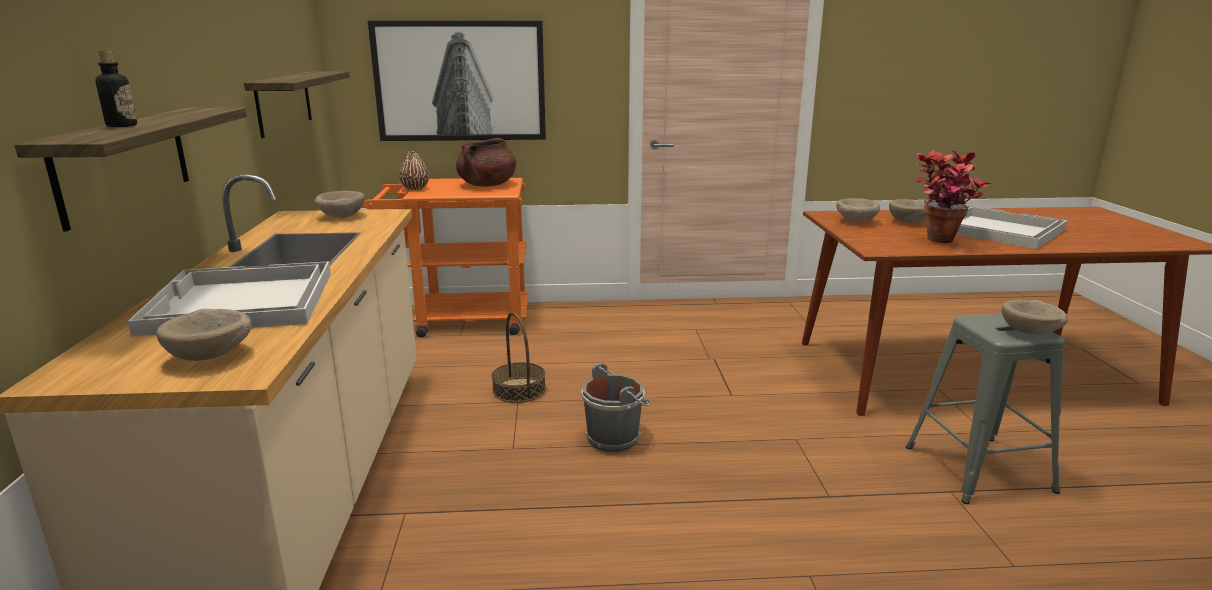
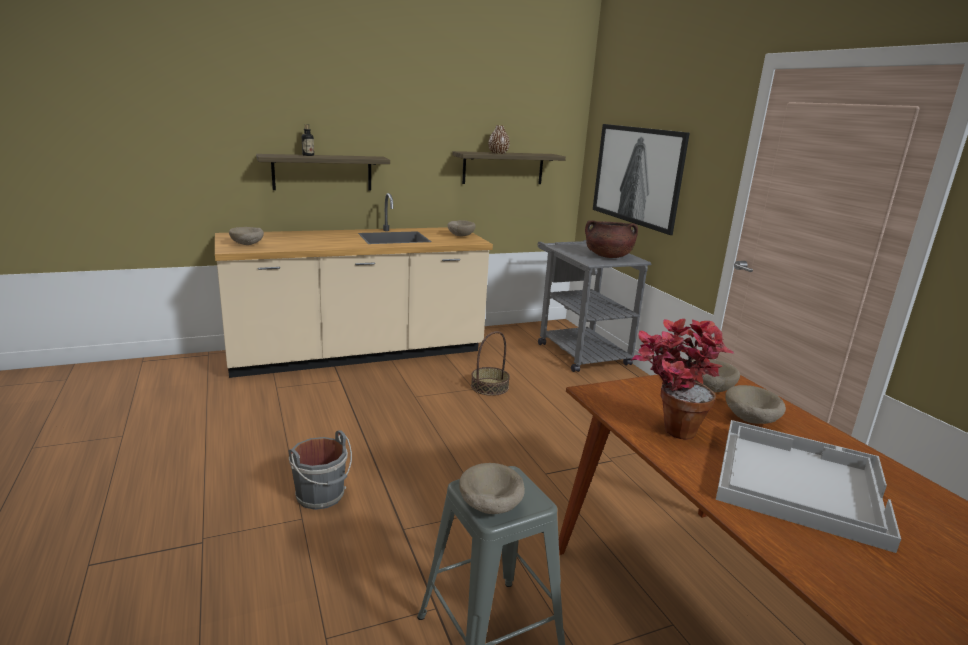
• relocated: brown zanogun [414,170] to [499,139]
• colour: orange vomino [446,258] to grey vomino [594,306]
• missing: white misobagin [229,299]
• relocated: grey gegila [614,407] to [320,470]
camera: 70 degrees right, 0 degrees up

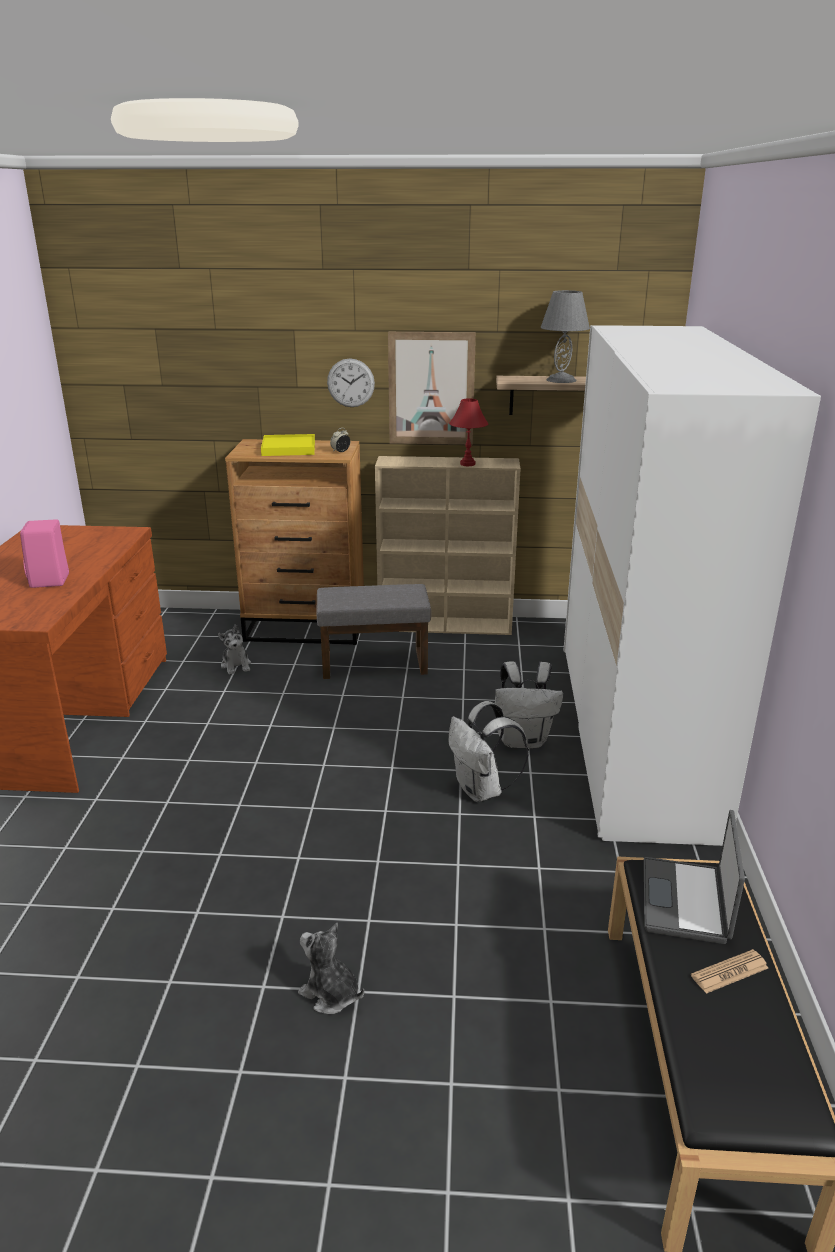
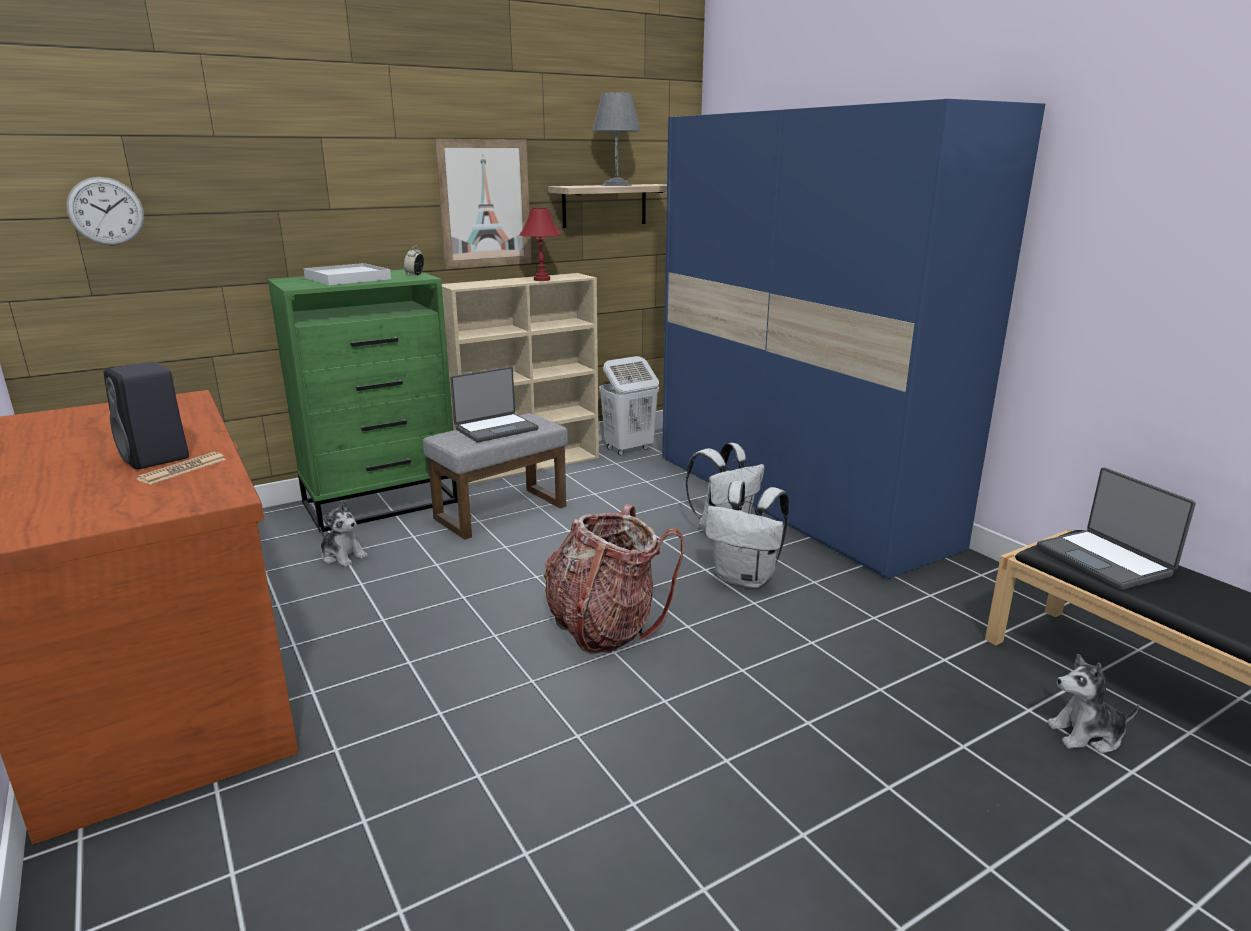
• colour: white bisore [692,585] to blue bisore [853,339]
• relocated: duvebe [351,383] to [105,211]
• colour: yellow misobagin [288,445] to white misobagin [347,274]
• colour: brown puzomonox [294,542] to green puzomonox [362,400]
• colour: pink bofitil [44,553] to black bofitil [146,416]
• relocated: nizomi [331,968] to [1093,703]
• relocated: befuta [729,971] to [181,468]
• appeared: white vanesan [629,405]
• appeared: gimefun [494,404]
• appeared: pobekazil [614,579]
camera: 35 degrees left, 5 degrees down

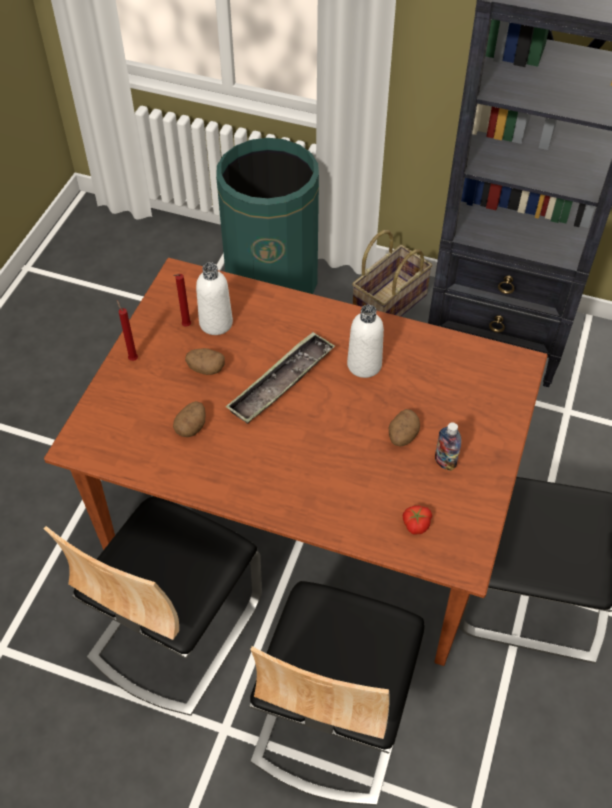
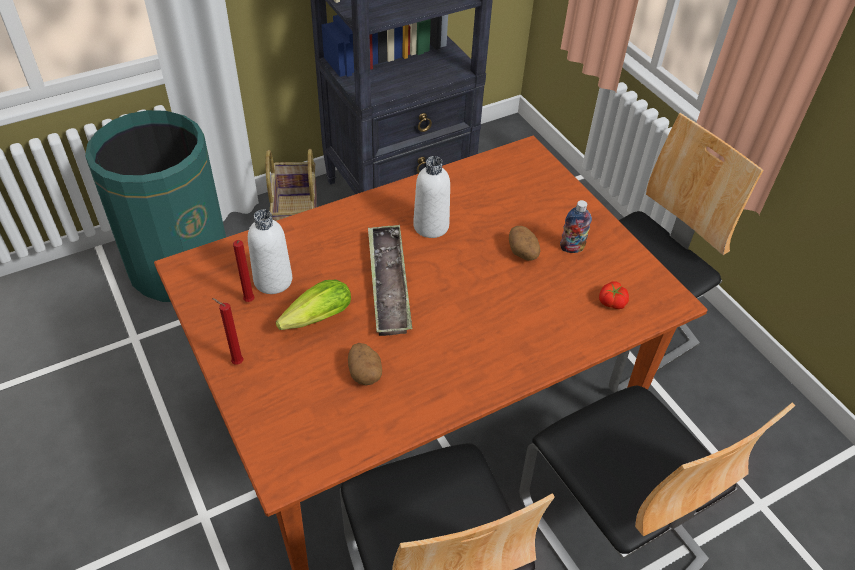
• exchanged: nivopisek [205,361] to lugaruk [313,305]
camera: 50 degrees left, 5 degrees down

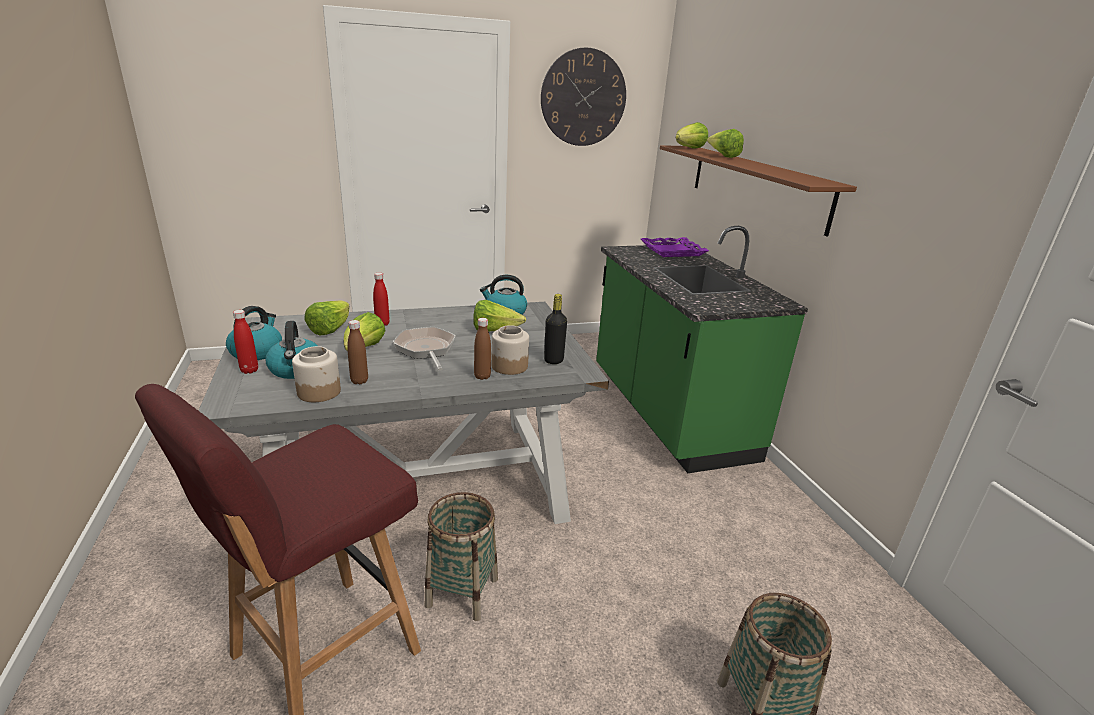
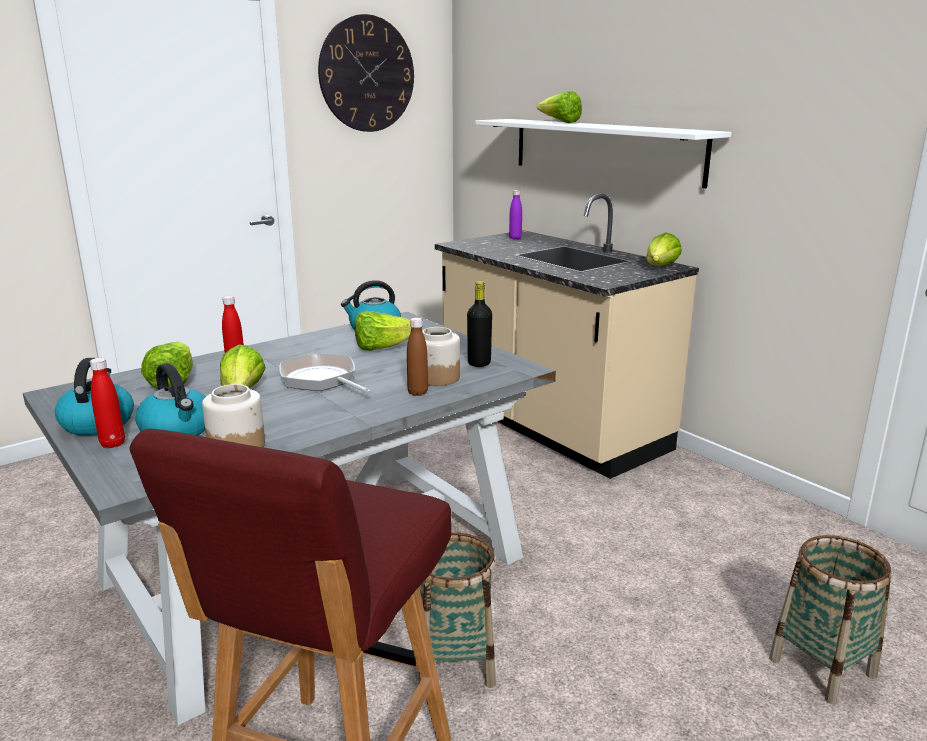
• relocated: lugaruk [692,135] to [664,249]
• colour: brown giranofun [758,191] to white giranofun [603,153]
• colour: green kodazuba [702,349] to beige kodazuba [567,336]
• exchanged: purple misobagin [675,247] to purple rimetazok [515,214]
• missing: brown rimetazok [357,352]
camera: 20 degrees left, 5 degrees down

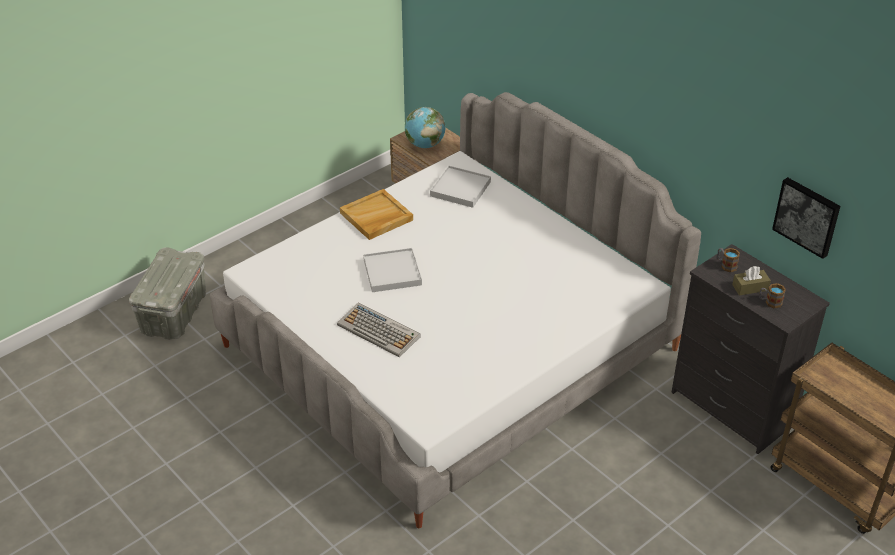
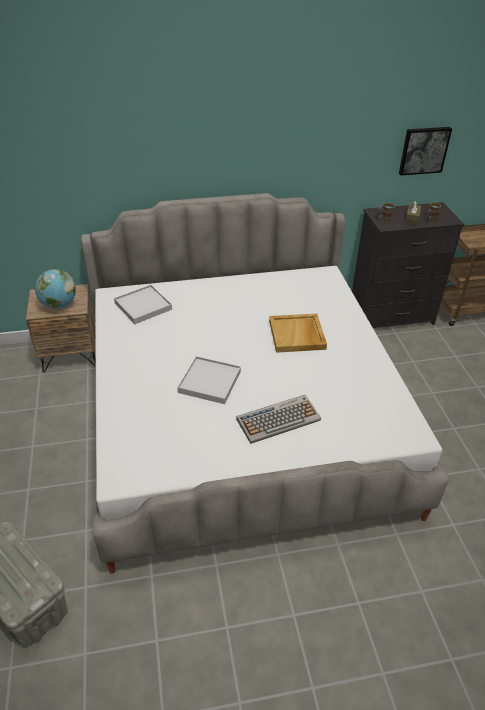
• relocated: beige misobagin [376,214] to [298,333]
camera: 60 degrees left, 0 degrees up

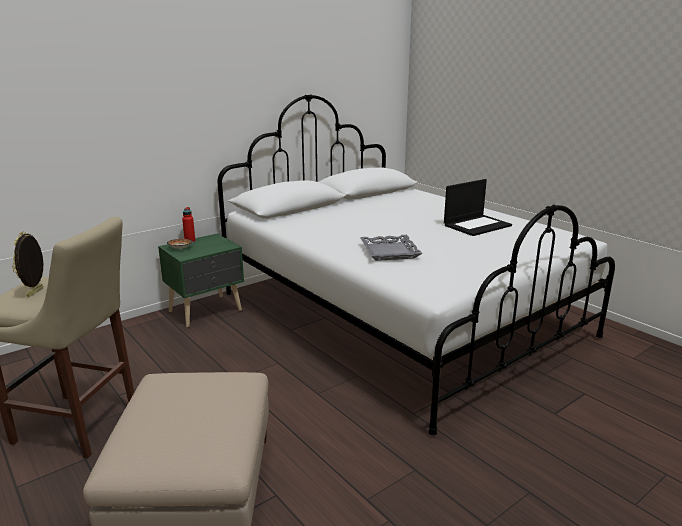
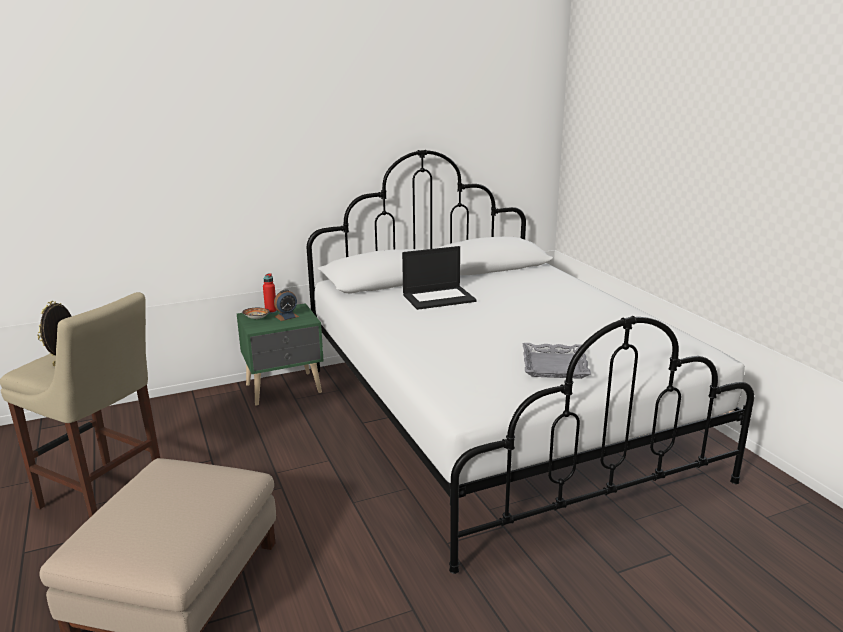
• relocated: gimefun [478,207] to [439,278]
• relocated: grey misobagin [391,248] to [557,361]
• appeared: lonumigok [286,305]
camera: 15 degrees right, 0 degrees up

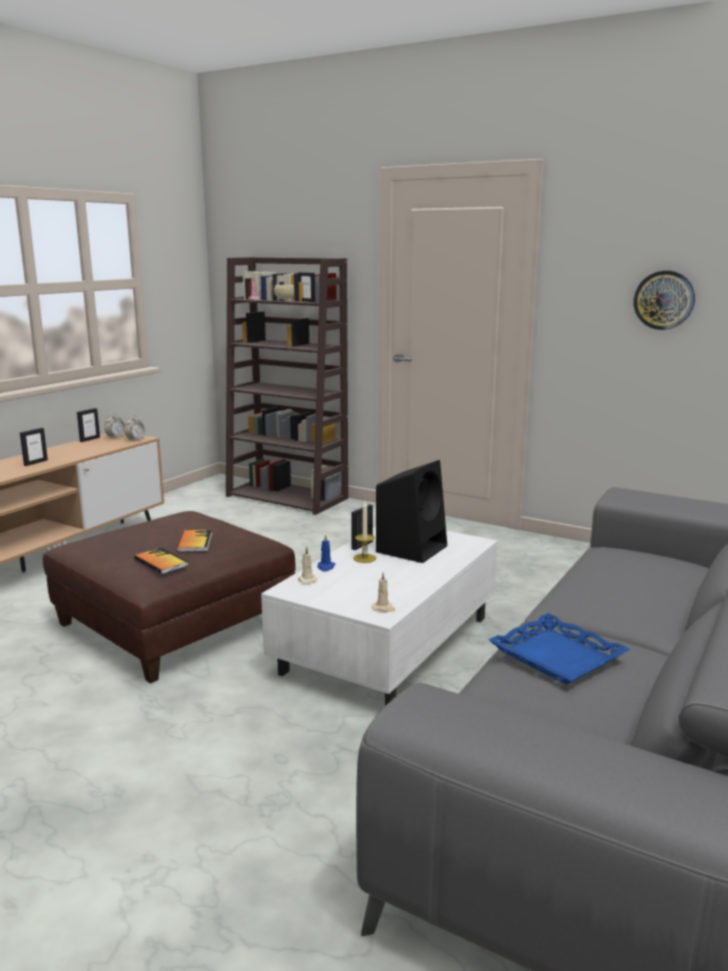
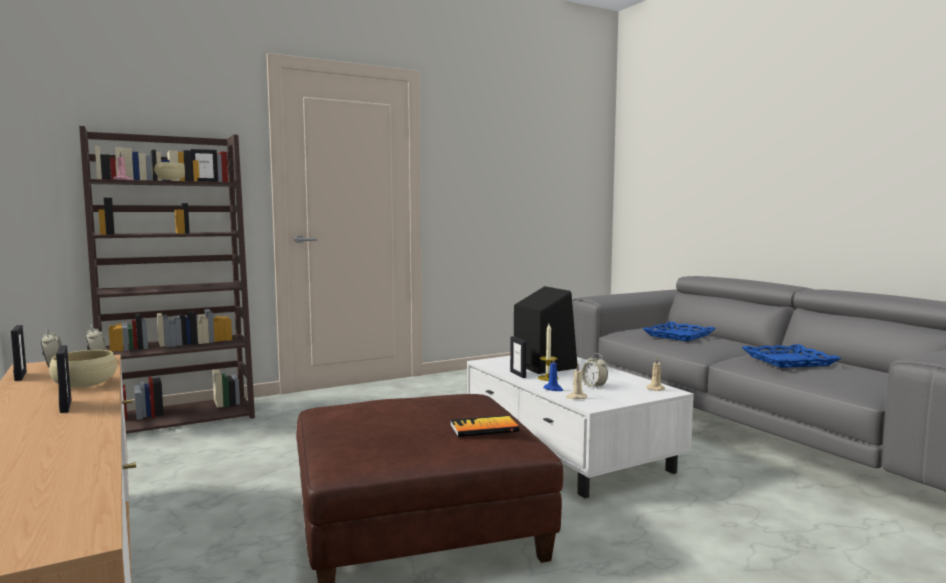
• missing: duvebe [664,300]
• missing: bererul [194,541]
• appeared: blue misobagin [679,331]
• appeared: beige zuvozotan [83,369]
• appeared: lonumigok [594,370]
camera: 60 degrees left, 10 degrees down

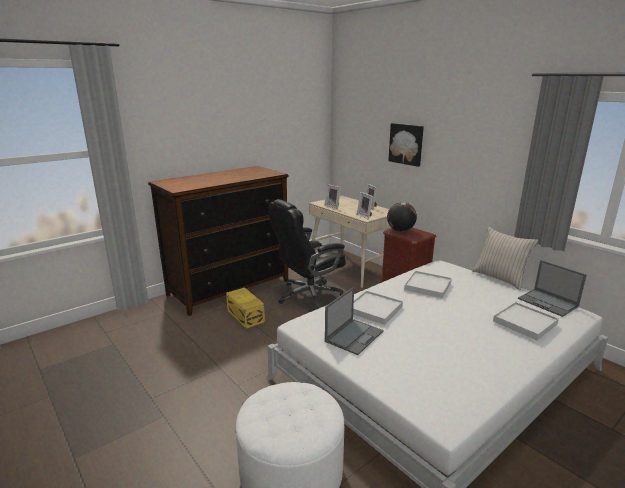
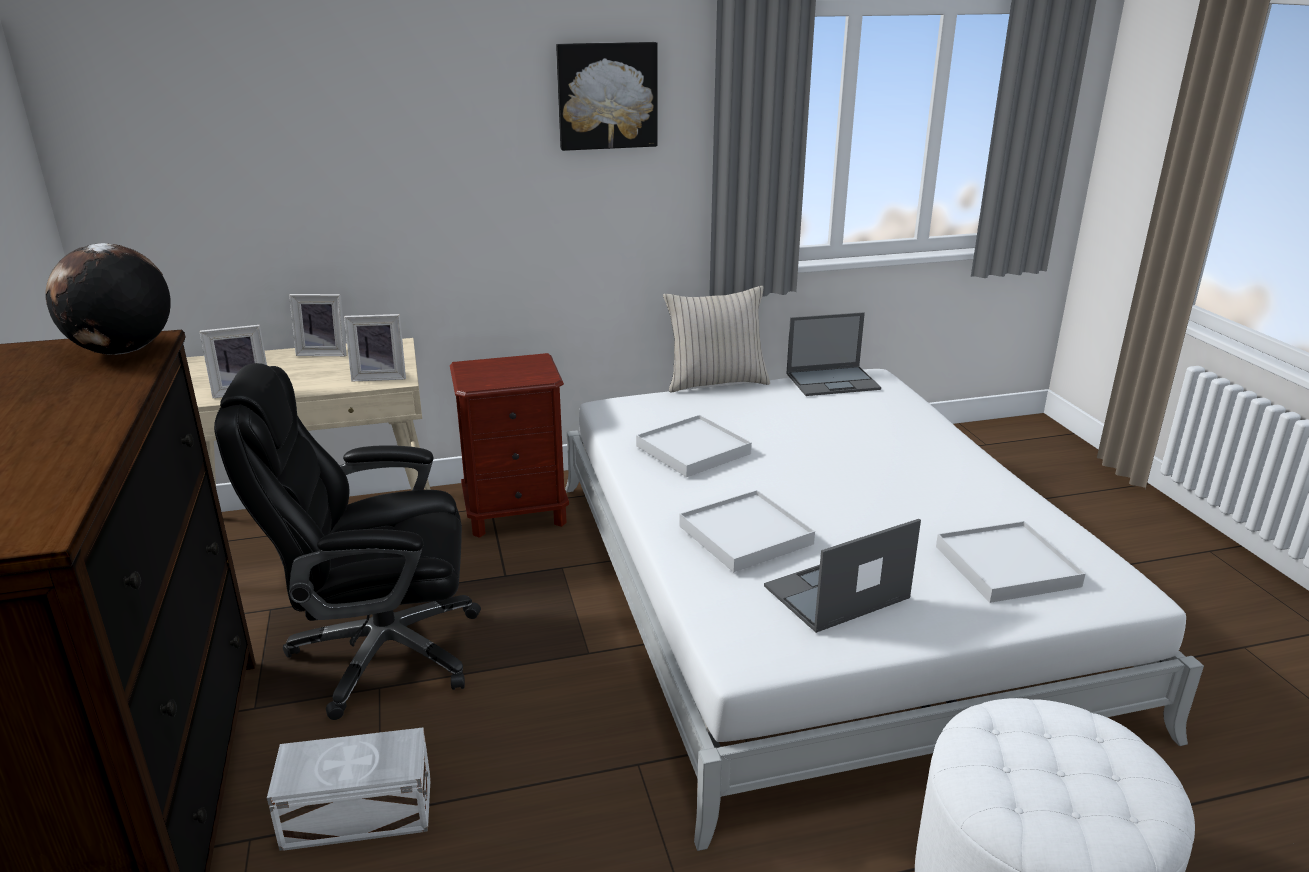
• relocated: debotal [406,145] to [607,96]
• spun: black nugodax [307,255] = [347,541] 90 degrees clockwise
• relocated: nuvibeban [402,217] to [108,299]
• spun: gimefun [354,321] = [842,576] 90 degrees counterclockwise
• colour: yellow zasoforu [245,308] to white zasoforu [349,789]
• relocated: white misobagin [526,321] to [1011,562]
camera: 65 degrees left, 5 degrees up

